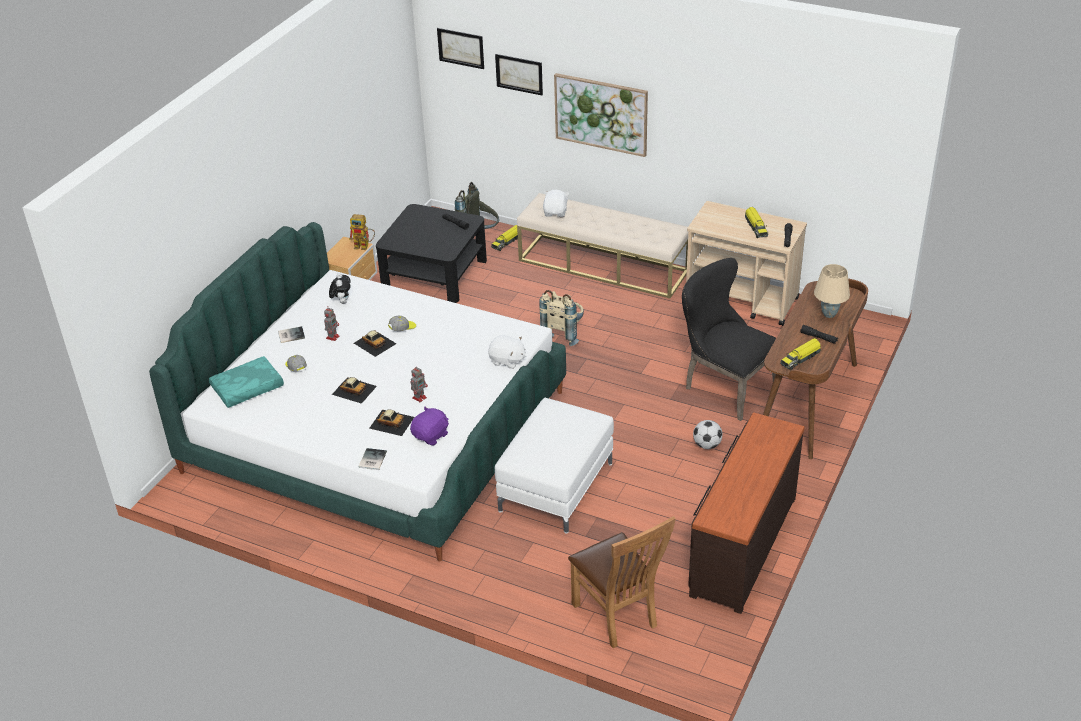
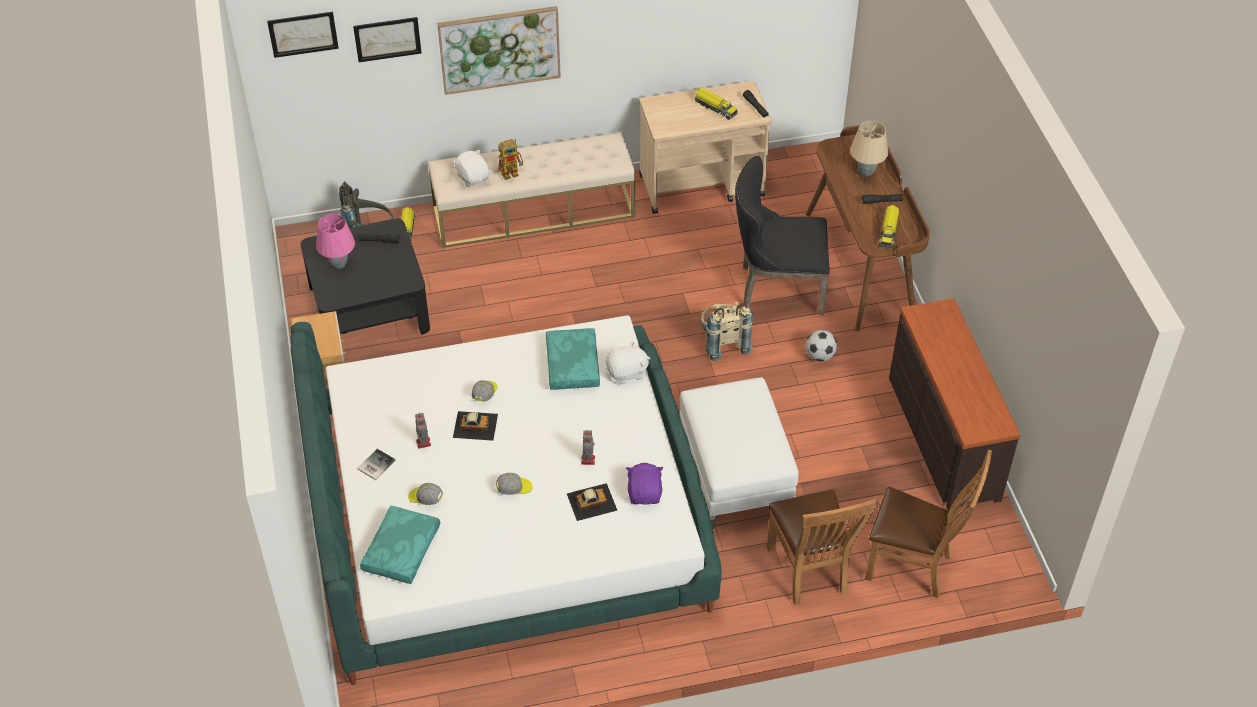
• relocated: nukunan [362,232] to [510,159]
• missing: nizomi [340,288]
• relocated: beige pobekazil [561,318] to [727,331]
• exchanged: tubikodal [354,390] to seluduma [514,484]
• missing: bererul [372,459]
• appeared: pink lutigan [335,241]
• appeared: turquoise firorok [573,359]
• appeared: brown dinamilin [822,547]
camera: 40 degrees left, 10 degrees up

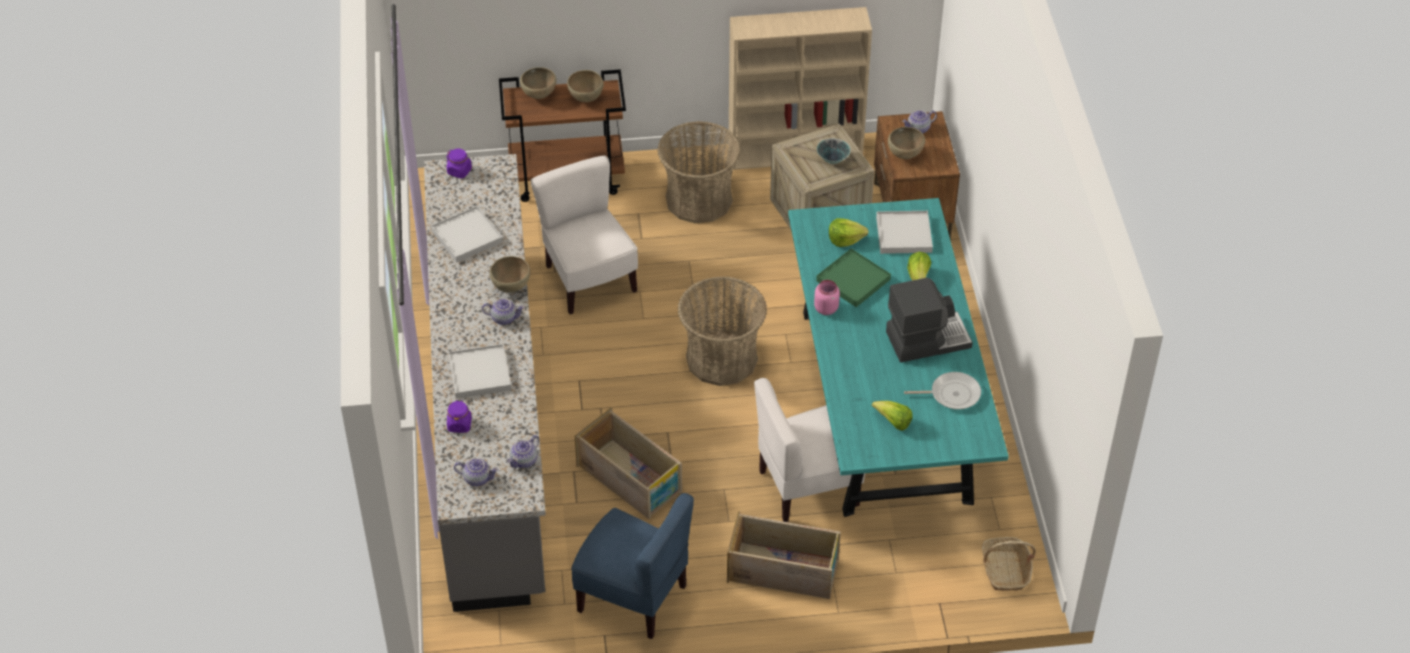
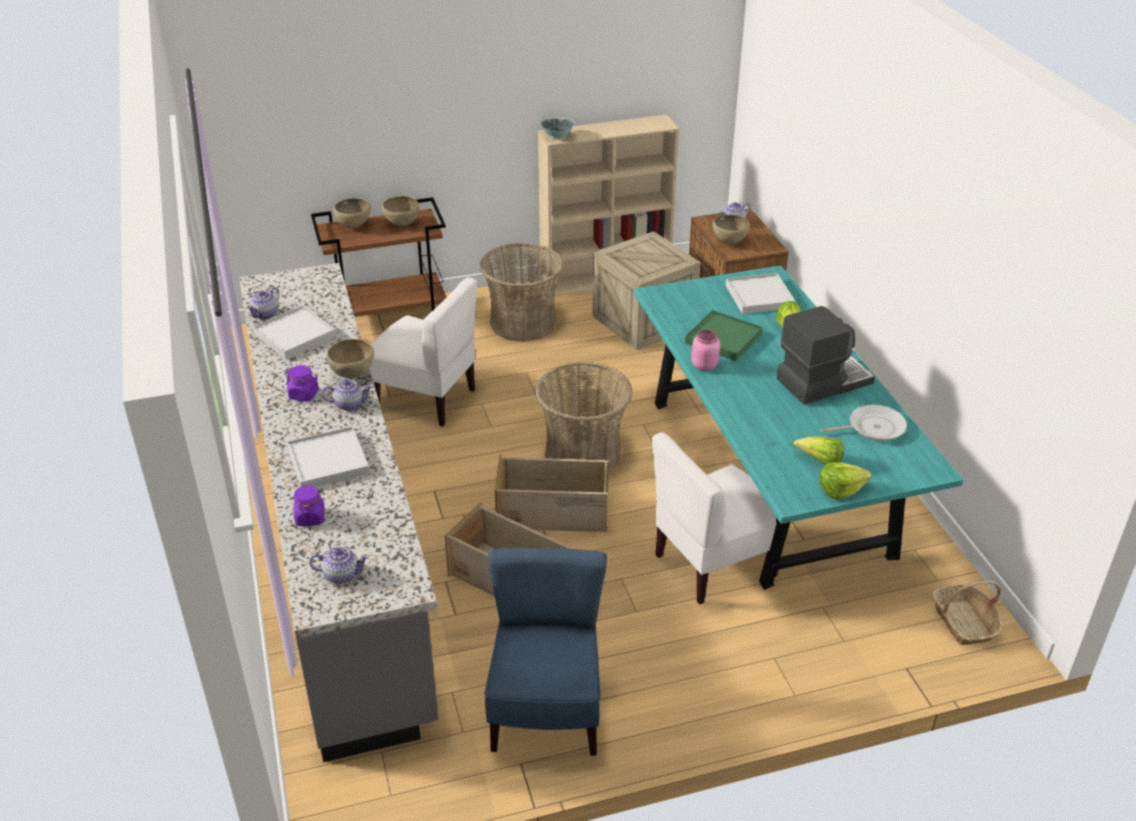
• relocated: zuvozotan [834,151] to [557,128]
• relocated: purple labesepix [459,164] to [302,383]
• spun: white dinamilin [584,234] = [423,352] 150 degrees clockwise
• relocated: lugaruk [849,232] to [845,480]
• relocated: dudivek [523,451] to [263,303]
• spun: blue dinamilin [632,566] = [545,652] 105 degrees counterclockwise
• relocated: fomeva [784,555] to [552,493]
camera: 10 degrees left, 10 degrees down

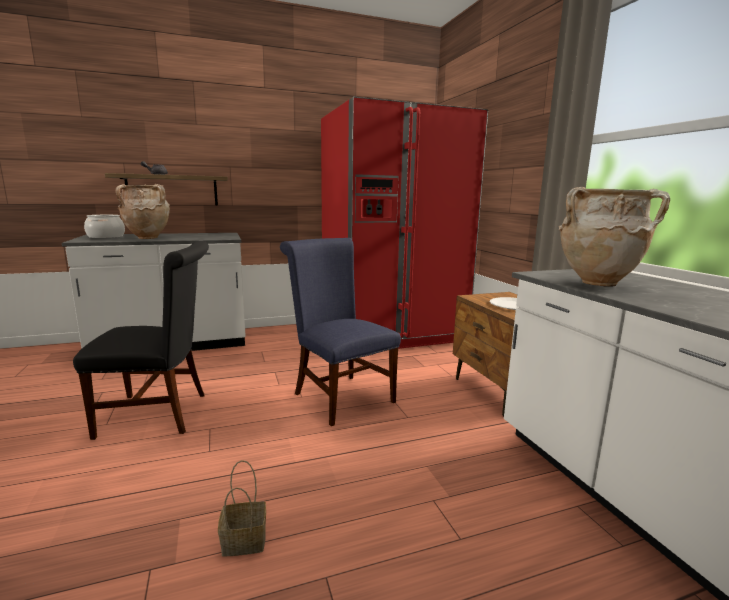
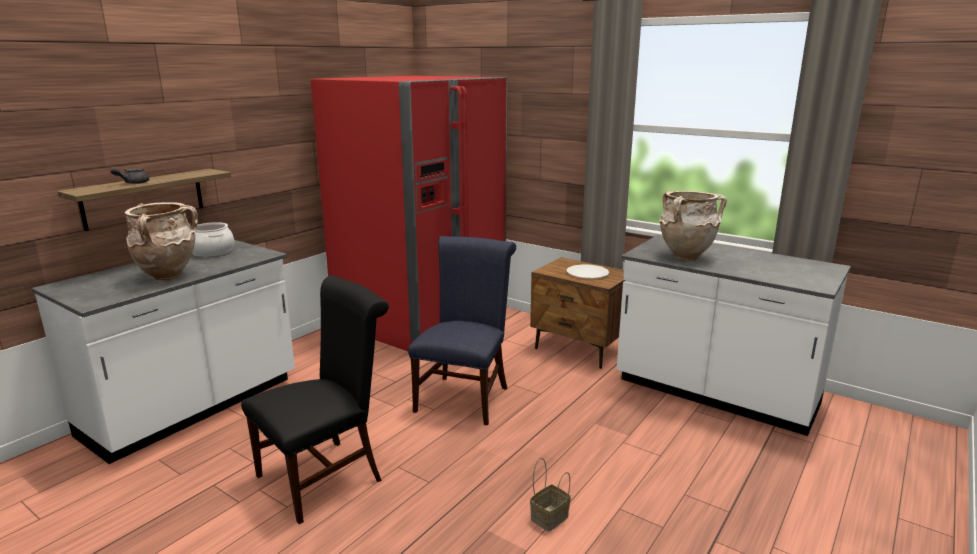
• relocated: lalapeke [104,226] to [213,239]
• spun: blue dinamilin [340,332] = [462,331] 90 degrees clockwise
camera: 35 degrees left, 5 degrees up

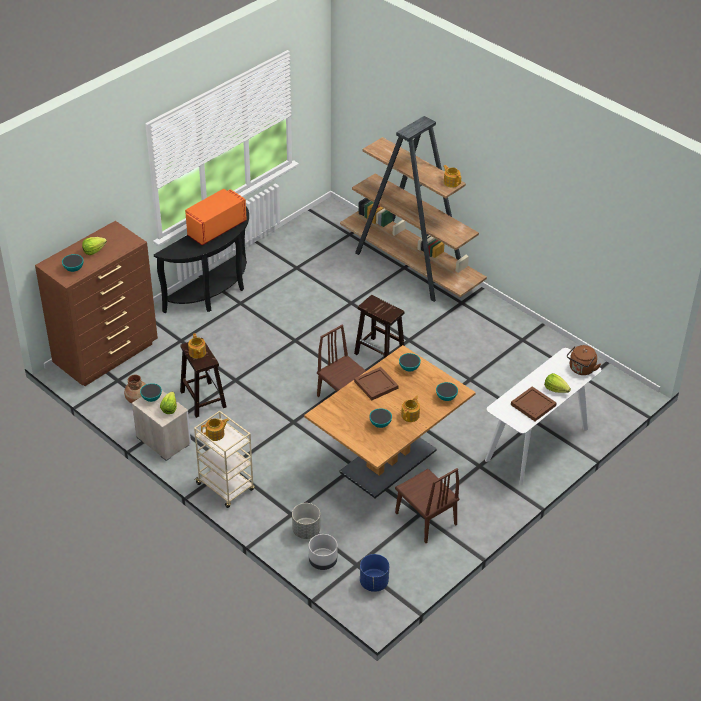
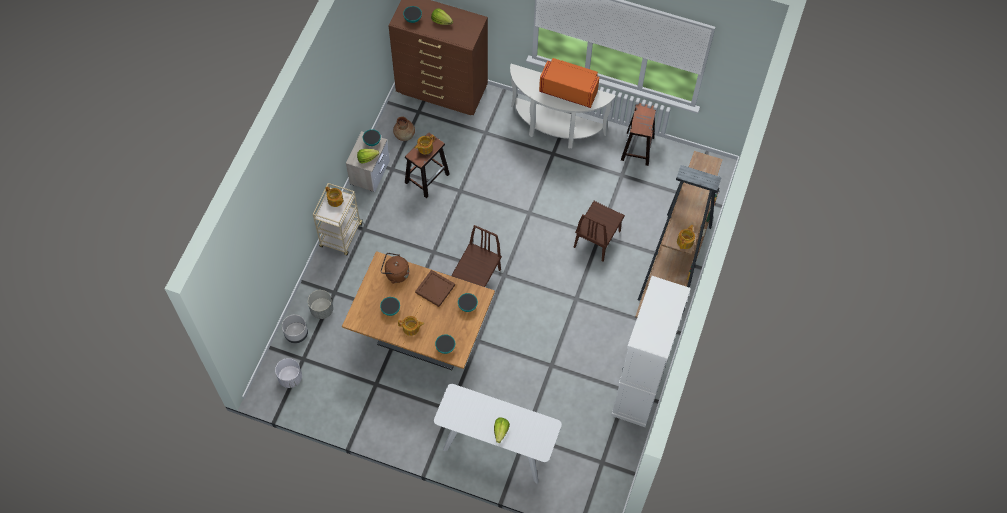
• colour: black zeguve [201,259] to white zeguve [563,106]
• relocated: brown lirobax [379,326] to [638,134]
• relocated: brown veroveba [584,360] to [395,268]
• missing: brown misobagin [534,403]
• relocated: brown dinamilin [427,505] to [599,231]
• colour: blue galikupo [374,573] to white galikupo [288,373]
• appeared: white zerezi [651,351]
camera: 65 degrees right, 20 degrees up

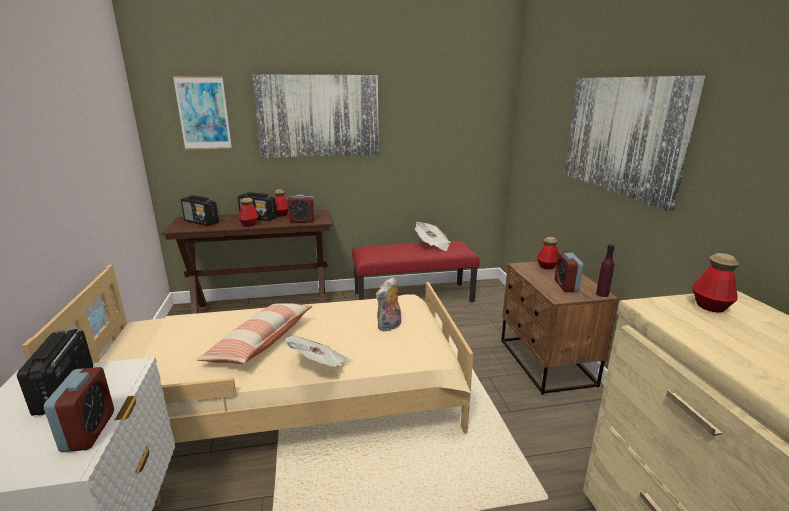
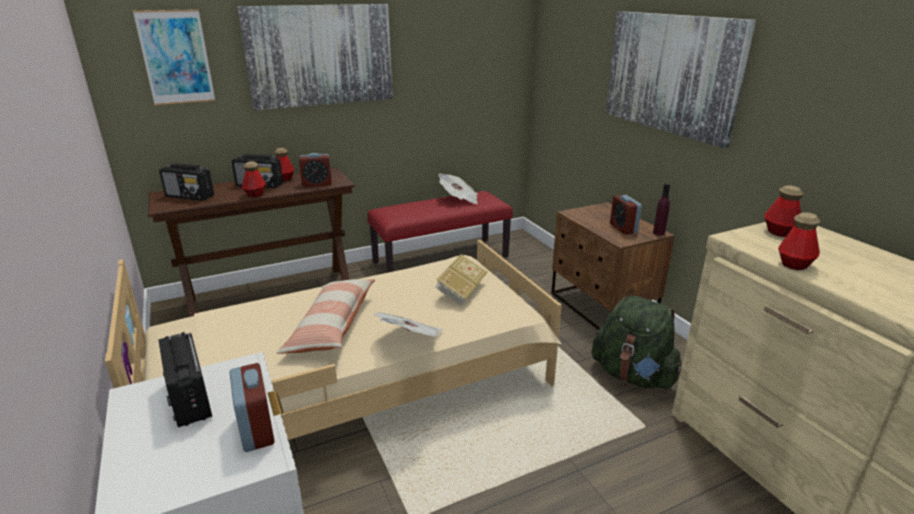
• relocated: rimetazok [548,253] to [799,241]
• exchanged: nizomi [388,304] to bererul [461,279]
• appeared: green pobekazil [636,342]
camera: 15 degrees left, 5 degrees up

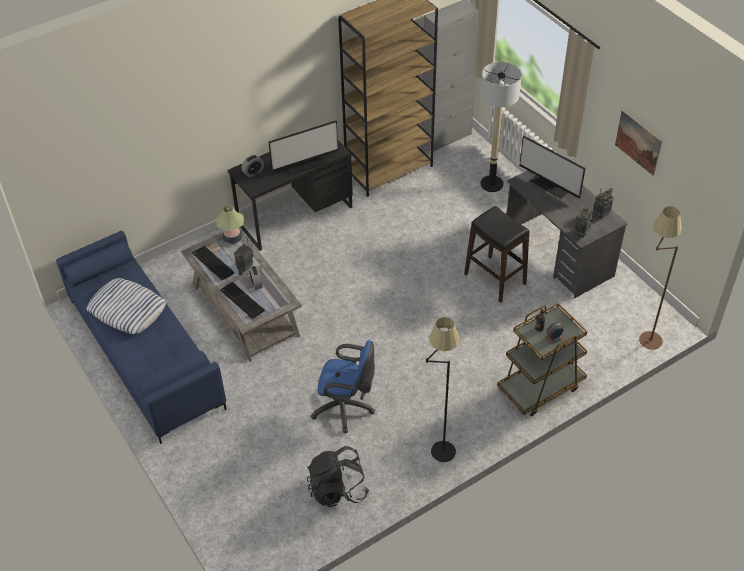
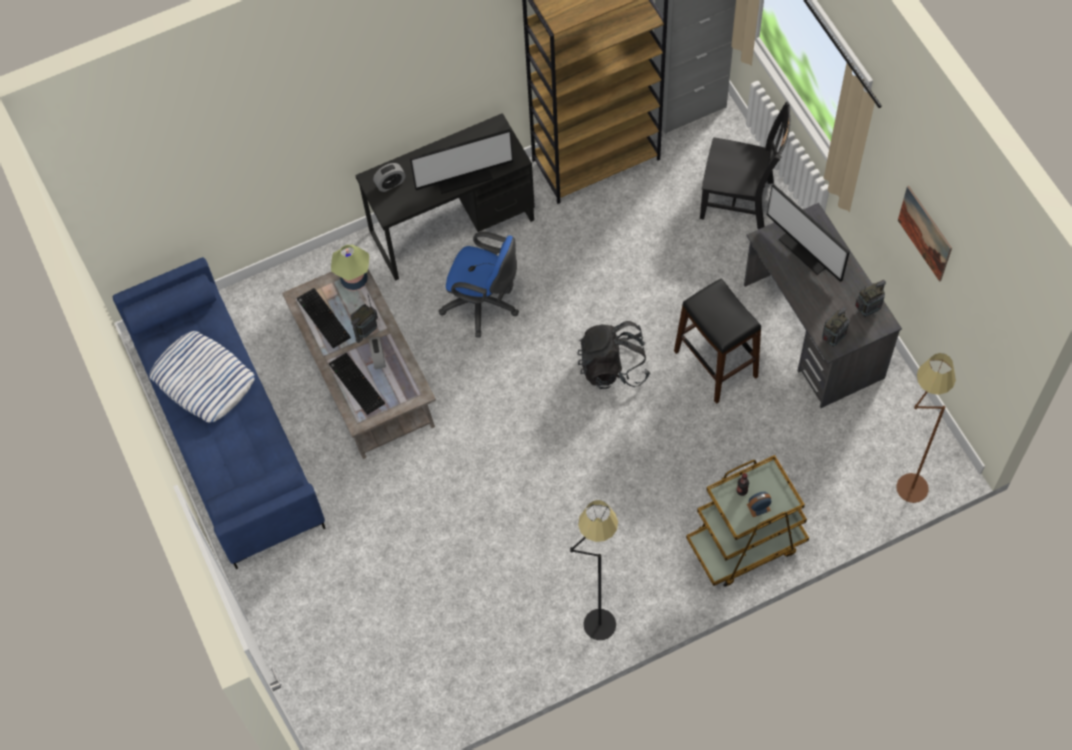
• exchanged: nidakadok [501,127] to black dinamilin [745,165]
• relocated: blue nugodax [343,386] to [479,284]
• relocated: black pobekazil [338,476] to [614,355]
camera: 10 degrees right, 15 degrees up

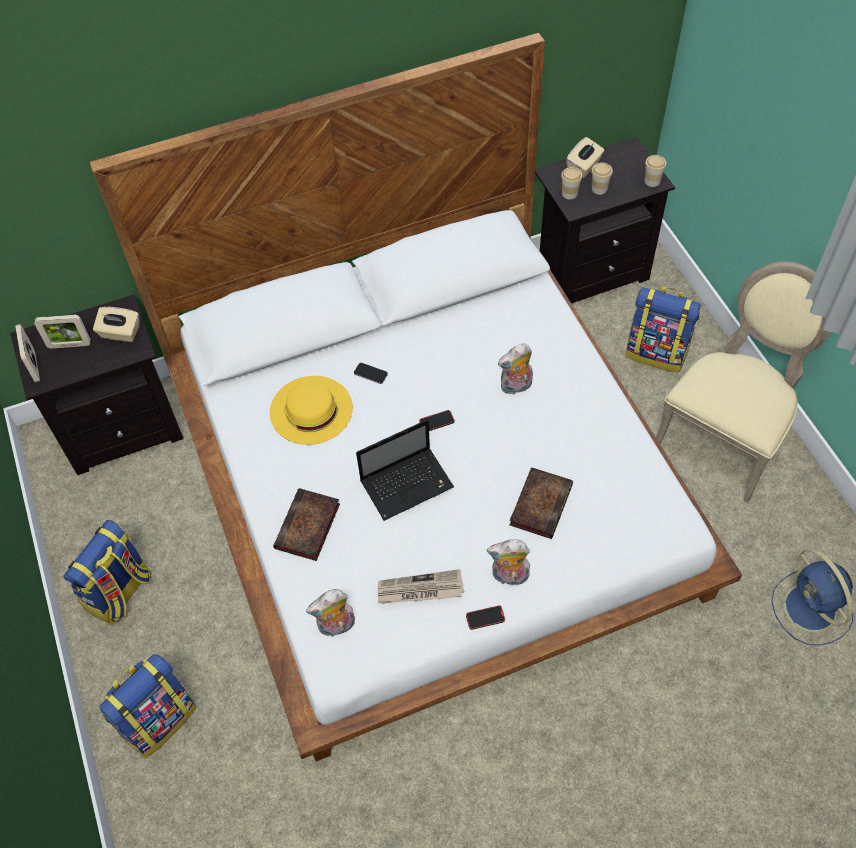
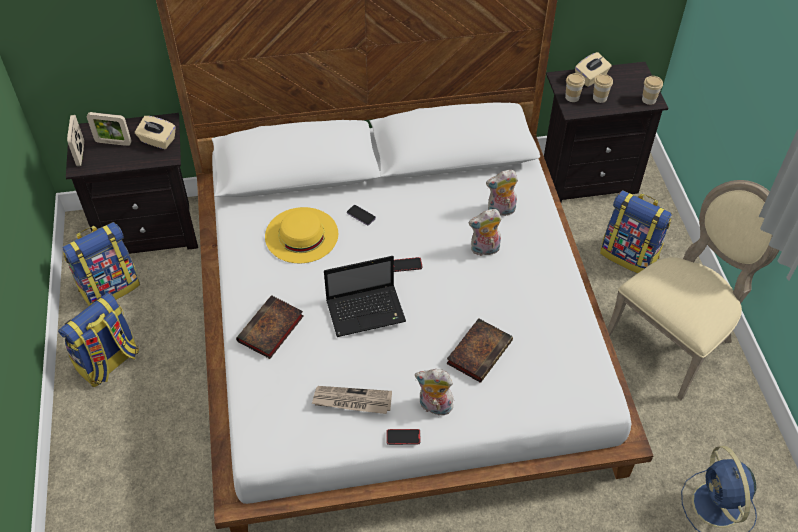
• relocated: nizomi [330,613] to [502,193]
• relocated: pobekazil [148,706] to [101,264]
camera: 10 degrees right, 5 degrees down

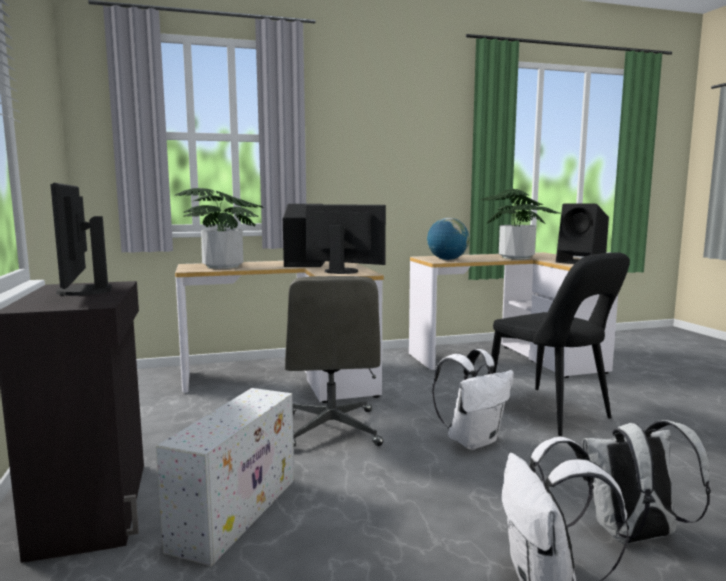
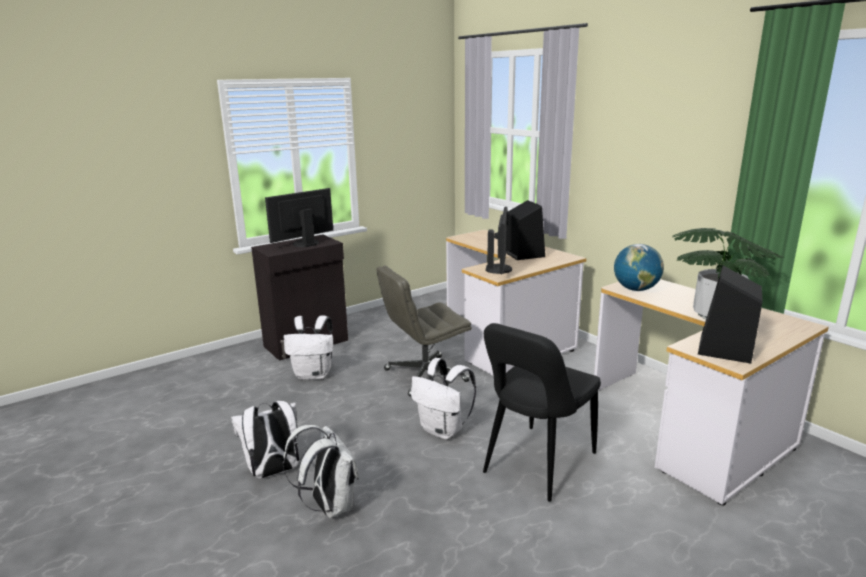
• missing: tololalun [219,228]
• exchanged: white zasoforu [225,477] to white pobekazil [308,347]
camera: 70 degrees right, 10 degrees up

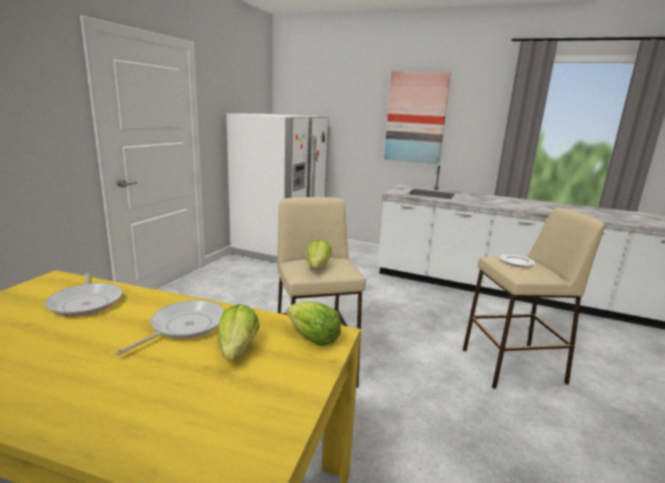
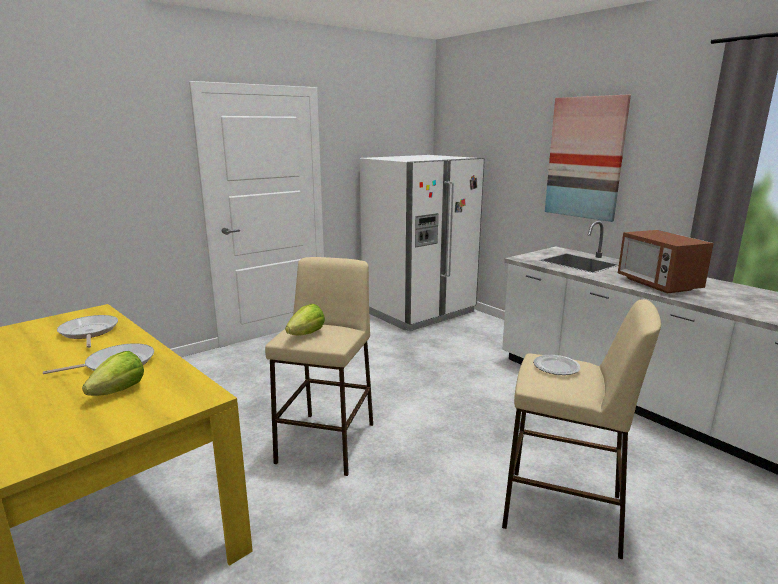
• spun: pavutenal [83,295] = [87,331] 150 degrees clockwise
• missing: lugaruk [314,323]
• appeared: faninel [666,261]
camera: 30 degrees right, 0 degrees up

